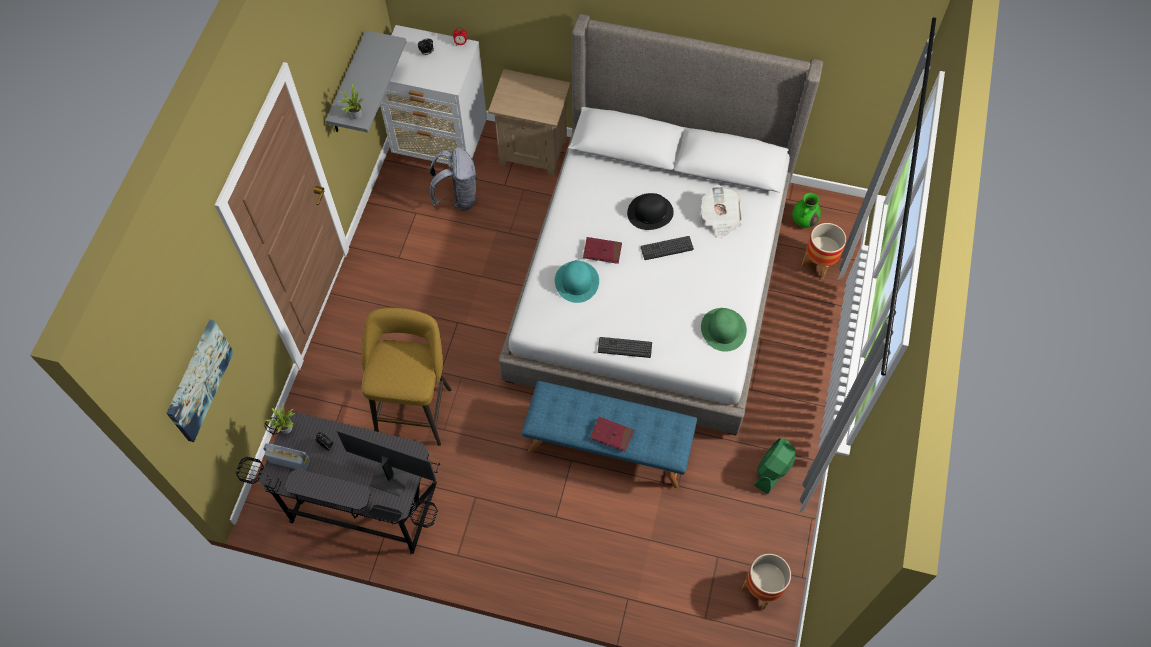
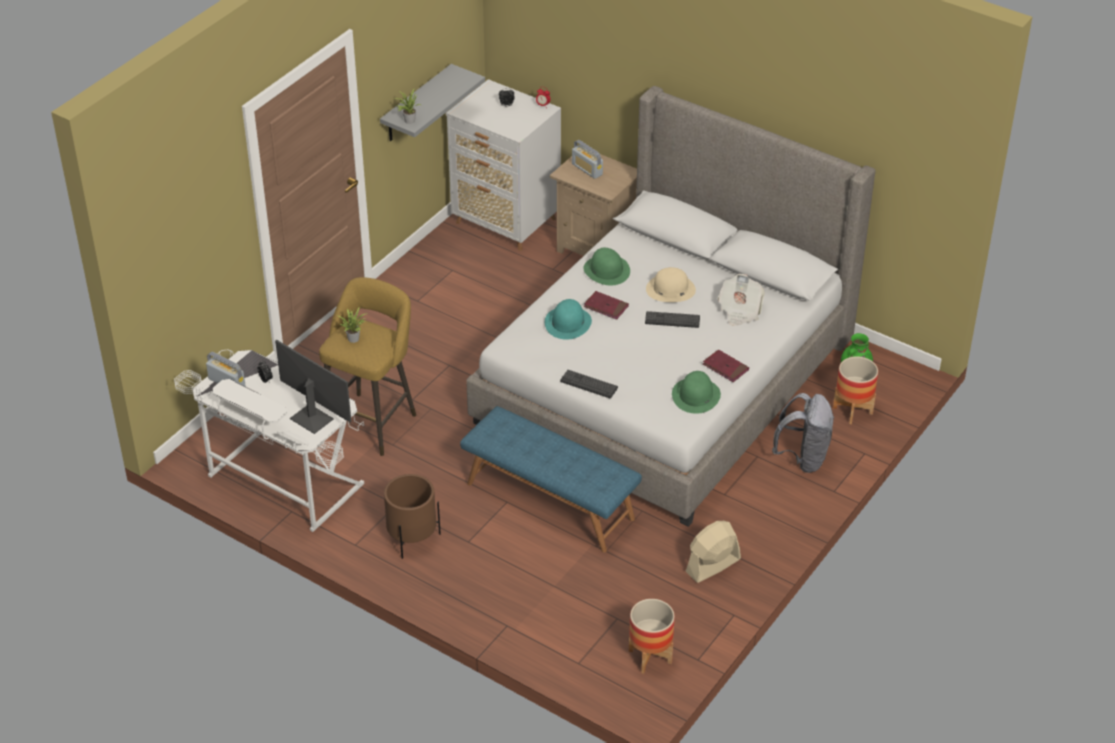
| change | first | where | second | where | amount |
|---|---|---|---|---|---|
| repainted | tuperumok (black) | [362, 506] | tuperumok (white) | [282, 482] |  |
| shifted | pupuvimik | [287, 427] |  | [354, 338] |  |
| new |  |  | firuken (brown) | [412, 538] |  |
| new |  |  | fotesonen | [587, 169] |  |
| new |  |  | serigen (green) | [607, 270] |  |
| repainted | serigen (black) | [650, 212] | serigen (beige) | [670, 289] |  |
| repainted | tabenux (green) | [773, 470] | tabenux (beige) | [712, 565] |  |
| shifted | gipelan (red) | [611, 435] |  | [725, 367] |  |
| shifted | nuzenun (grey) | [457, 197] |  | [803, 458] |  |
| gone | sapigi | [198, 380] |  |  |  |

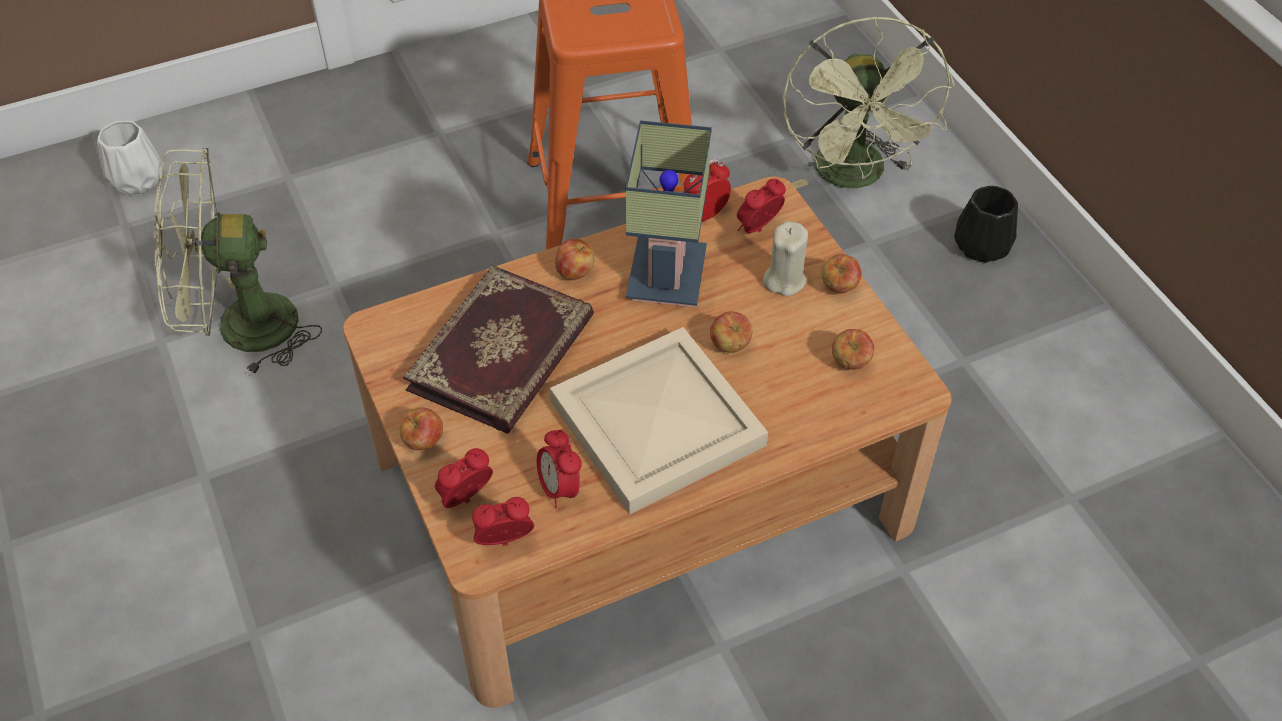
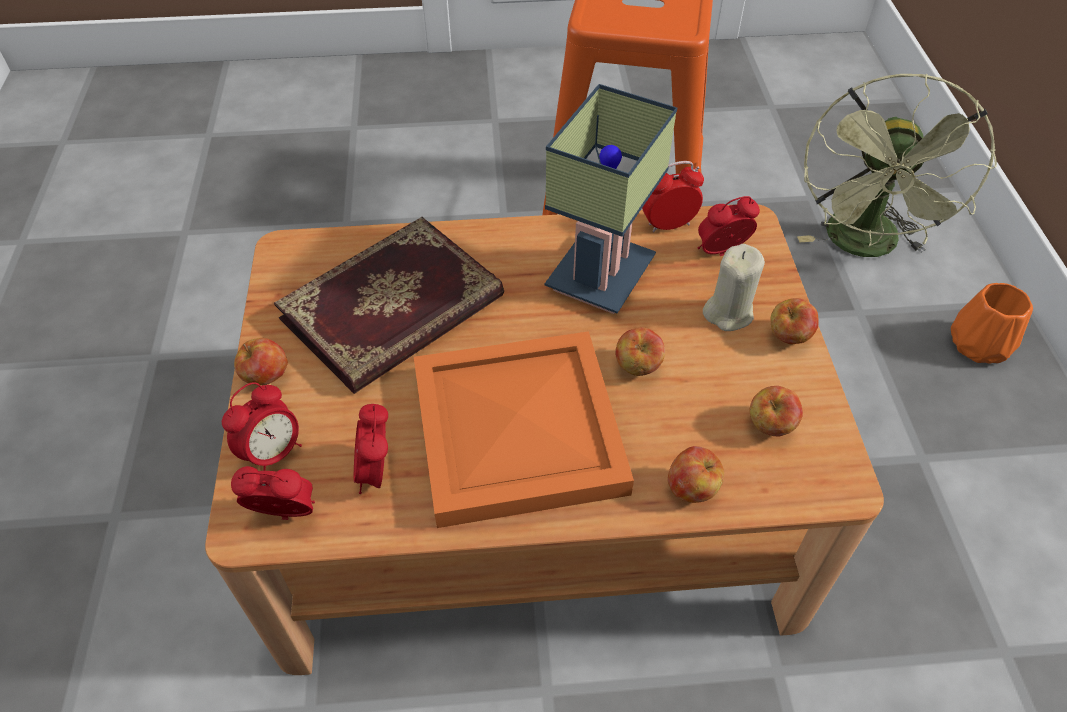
| change | first | where | second | where | amount |
|---|---|---|---|---|---|
| rotated | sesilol | [466, 499] |  | [273, 453] | 150 degrees clockwise |
| repainted | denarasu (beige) | [658, 420] | denarasu (orange) | [520, 427] |  |
| shifted | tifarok | [575, 272] |  | [692, 489] |  |
| repainted | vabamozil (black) | [983, 245] | vabamozil (orange) | [980, 345] |  |
| gone | vabamozil (white) | [137, 179] |  |  |  |
| gone | tabenux (green) | [240, 329] |  |  |  |

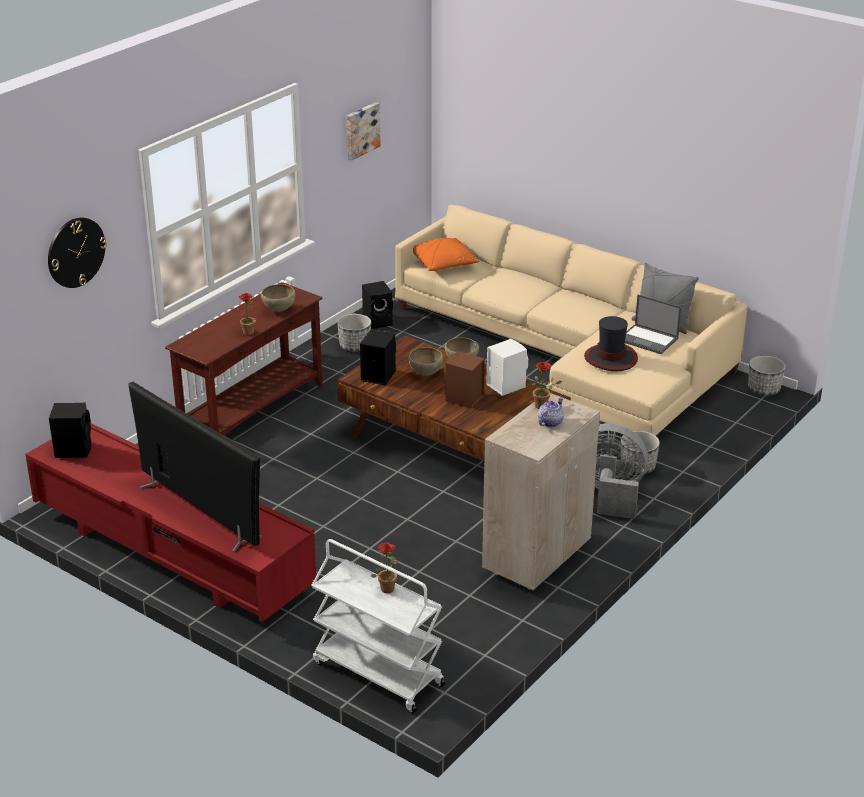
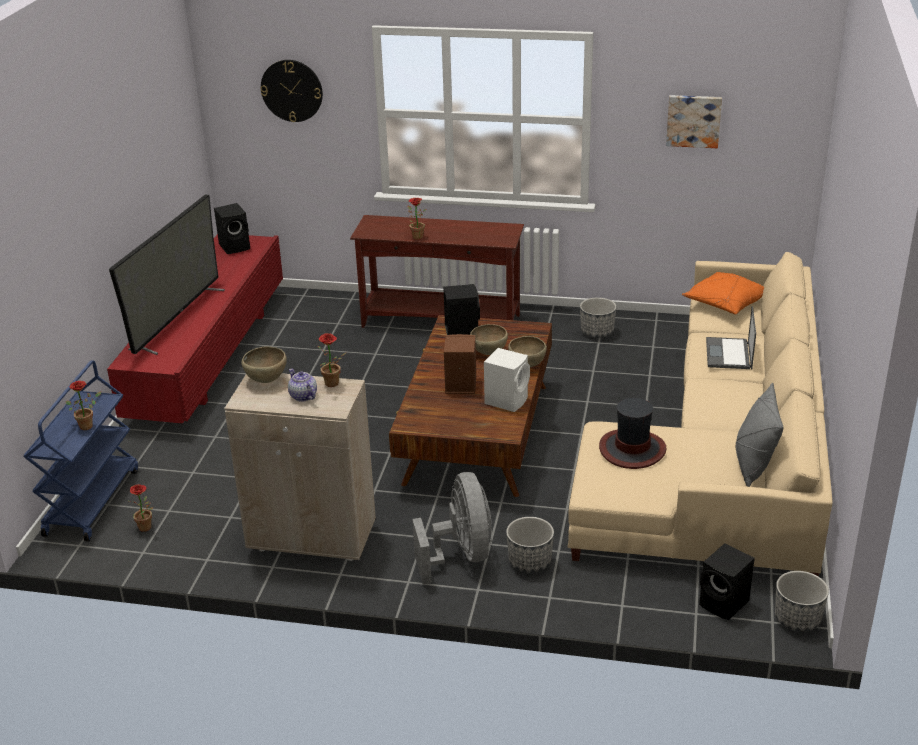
| change | first | where | second | where | amount |
|---|---|---|---|---|---|
| repainted | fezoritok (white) | [377, 674] | fezoritok (blue) | [91, 501] |  |
| new |  |  | pupuvimik | [147, 528] |  |
| shifted | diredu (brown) | [279, 310] |  | [266, 380] |  |
| rotated | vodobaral | [550, 422] |  | [302, 396] | 135 degrees counterclockwise |
| shifted | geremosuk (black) | [378, 321] |  | [725, 604] |  |
| shifted | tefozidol | [649, 339] |  | [729, 354] |  |

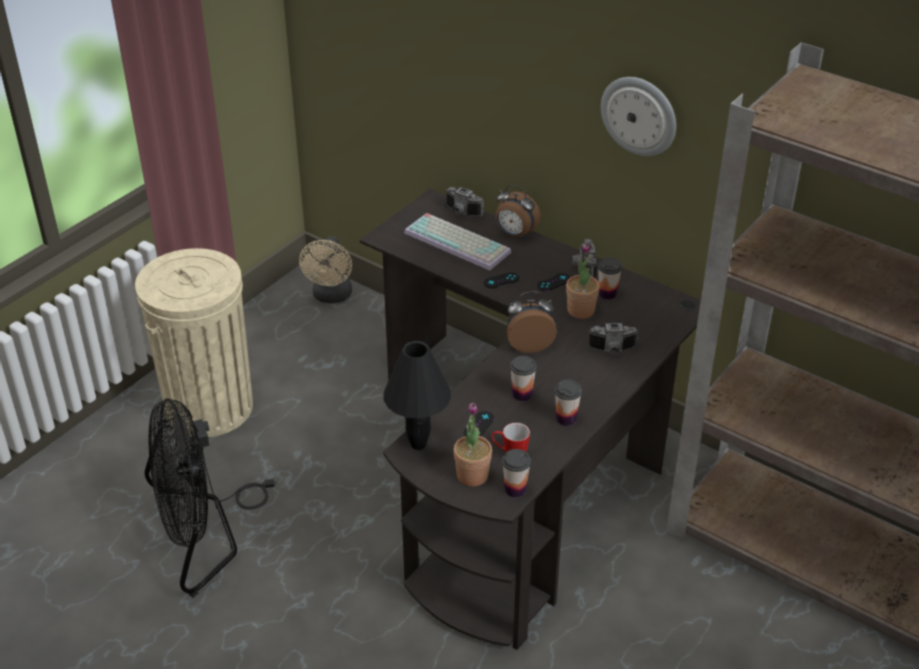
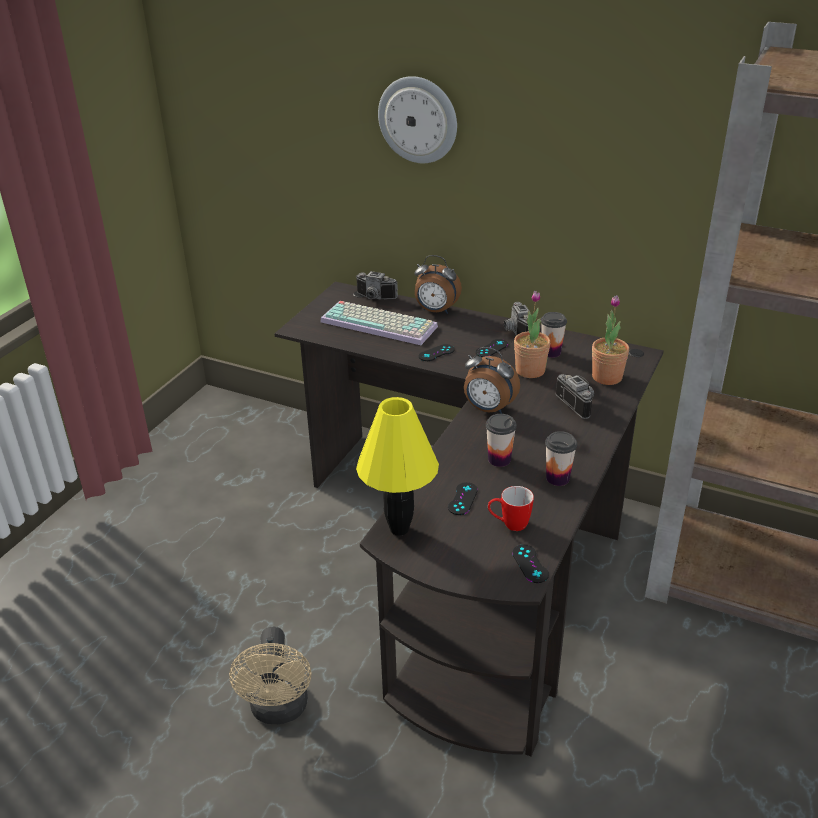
| change | first | where | second | where | amount |
|---|---|---|---|---|---|
| shifted | tabenux (beige) | [331, 297] |  | [279, 710] |  |
| repainted | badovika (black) | [417, 444] | badovika (yellow) | [398, 530] |  |
| shifted | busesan | [639, 115] |  | [418, 119] |  |
| rotated | sesilol | [529, 344] |  | [488, 409] | 135 degrees counterclockwise |
| swapped | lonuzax | [515, 489] | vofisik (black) | [530, 564] |  |
| rotated | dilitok | [612, 350] |  | [579, 404] | 105 degrees counterclockwise |
| shifted | pupuvimik | [472, 475] |  | [607, 377] |  |
| gone | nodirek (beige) | [209, 407] |  |  |  |
| gone | tabenux (black) | [204, 529] |  |  |  |

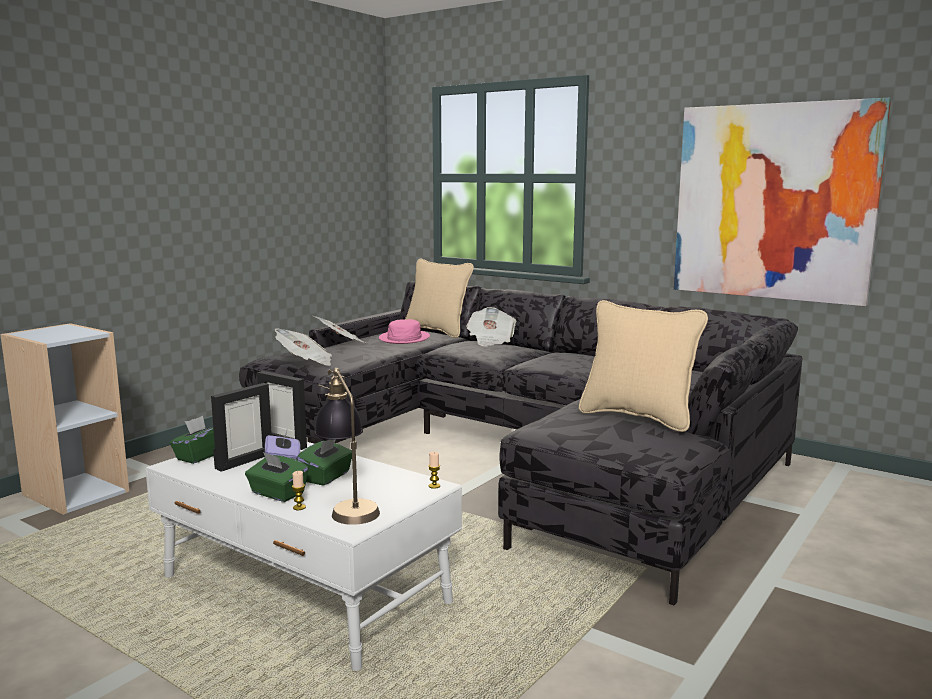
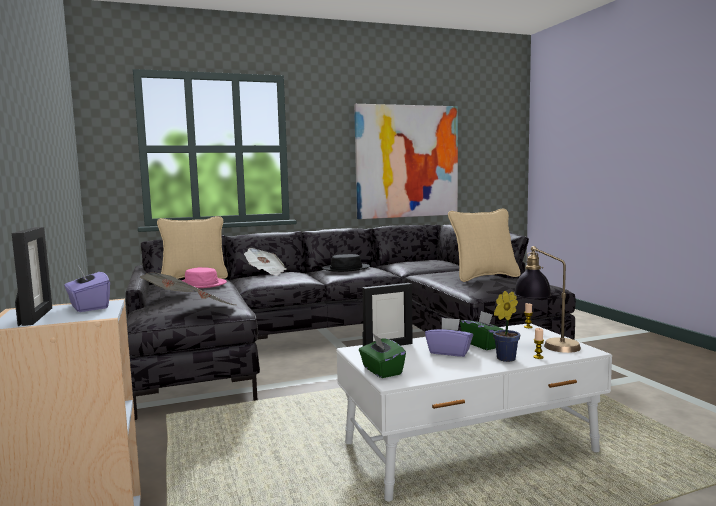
| change | first | where | second | where | amount |
|---|---|---|---|---|---|
| shifted | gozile | [244, 461] |  | [36, 316] |  |
| new |  |  | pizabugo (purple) | [88, 307] |  |
| new |  |  | serigen (black) | [346, 268] |  |
| swapped | pizabugo (green) | [277, 493] | pupuvimik | [504, 359] |  |

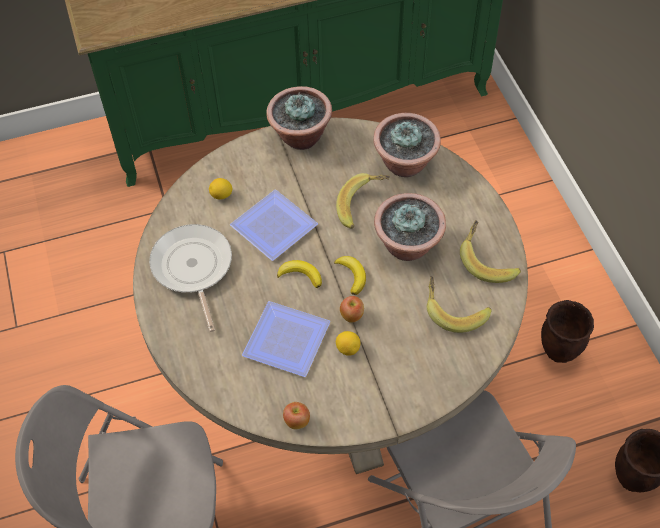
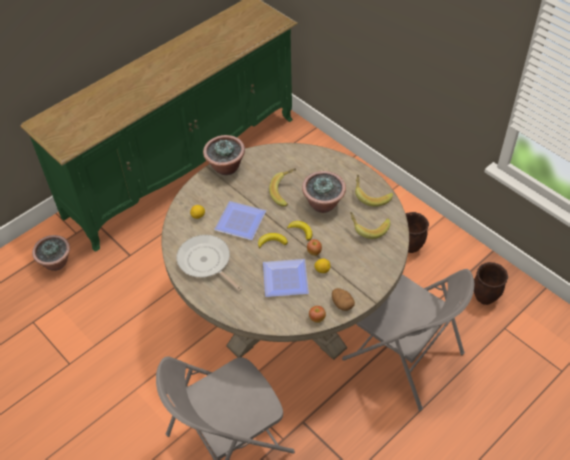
| change | first | where | second | where | amount |
|---|---|---|---|---|---|
| shifted | pupuvimik | [405, 164] |  | [56, 263] |  |
| new |  |  | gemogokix | [342, 304] |  |

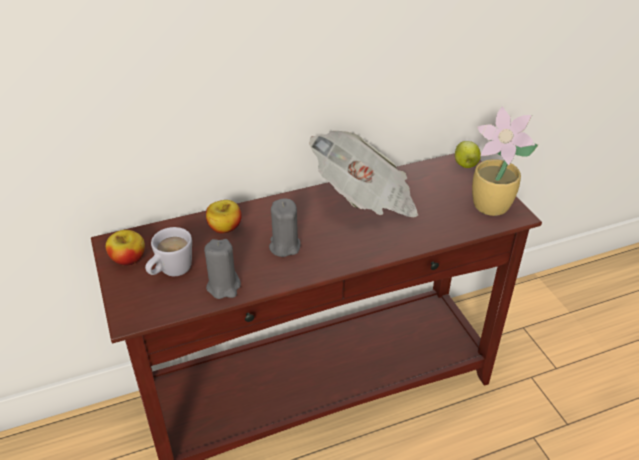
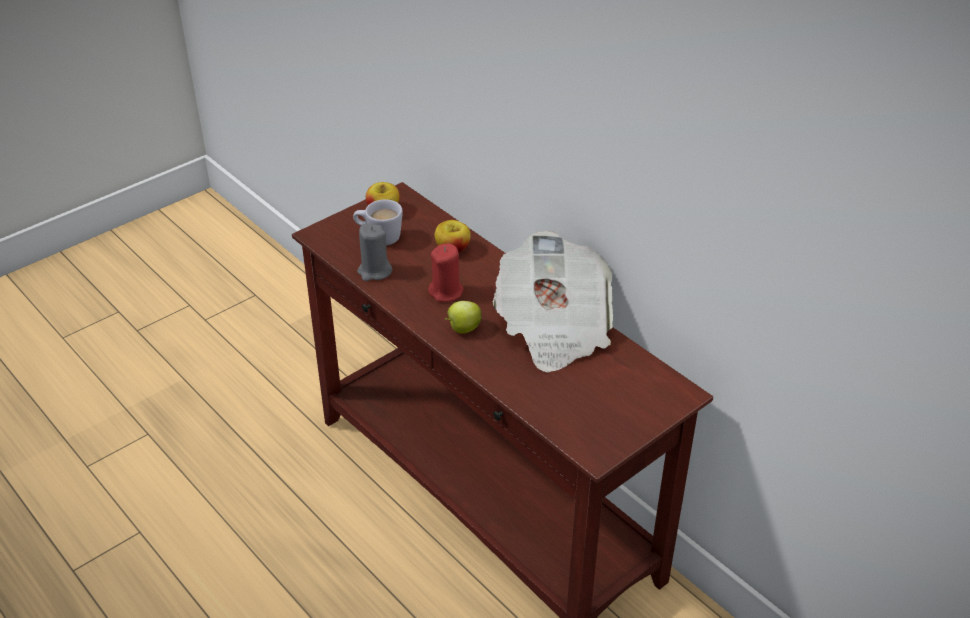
| change | first | where | second | where | amount |
|---|---|---|---|---|---|
| repainted | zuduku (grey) | [284, 246] | zuduku (red) | [446, 292] |  |
| shifted | tifarok | [465, 165] |  | [463, 329] |  |
| gone | pupuvimik | [492, 207] |  |  |  |

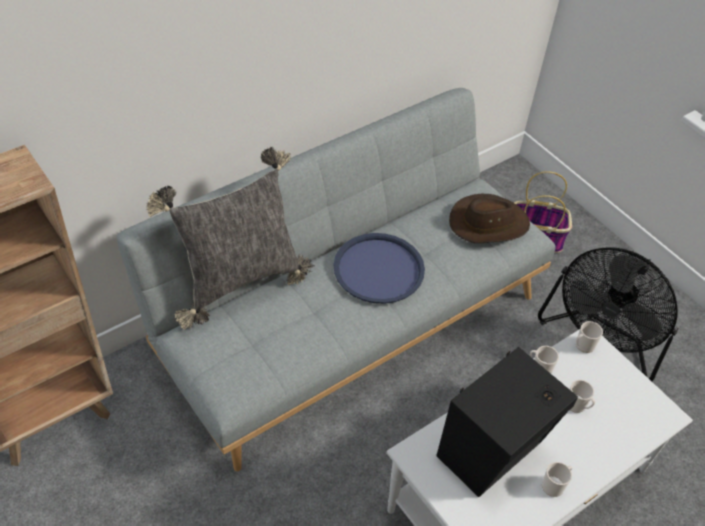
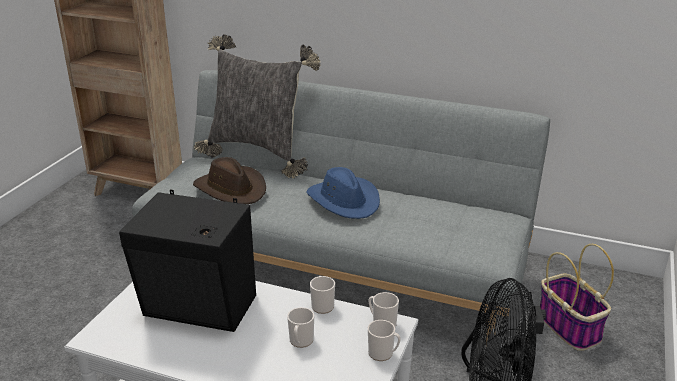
| change | first | where | second | where | amount |
|---|---|---|---|---|---|
| shifted | serigen (brown) | [488, 223] |  | [231, 189] |  |
| swapped | denarasu (blue) | [378, 269] | serigen (blue) | [344, 200] |  |
| shifted | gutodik | [554, 485] |  | [383, 353] |  |

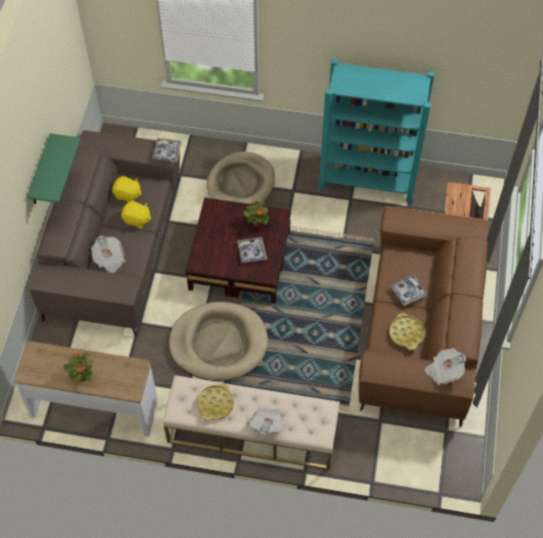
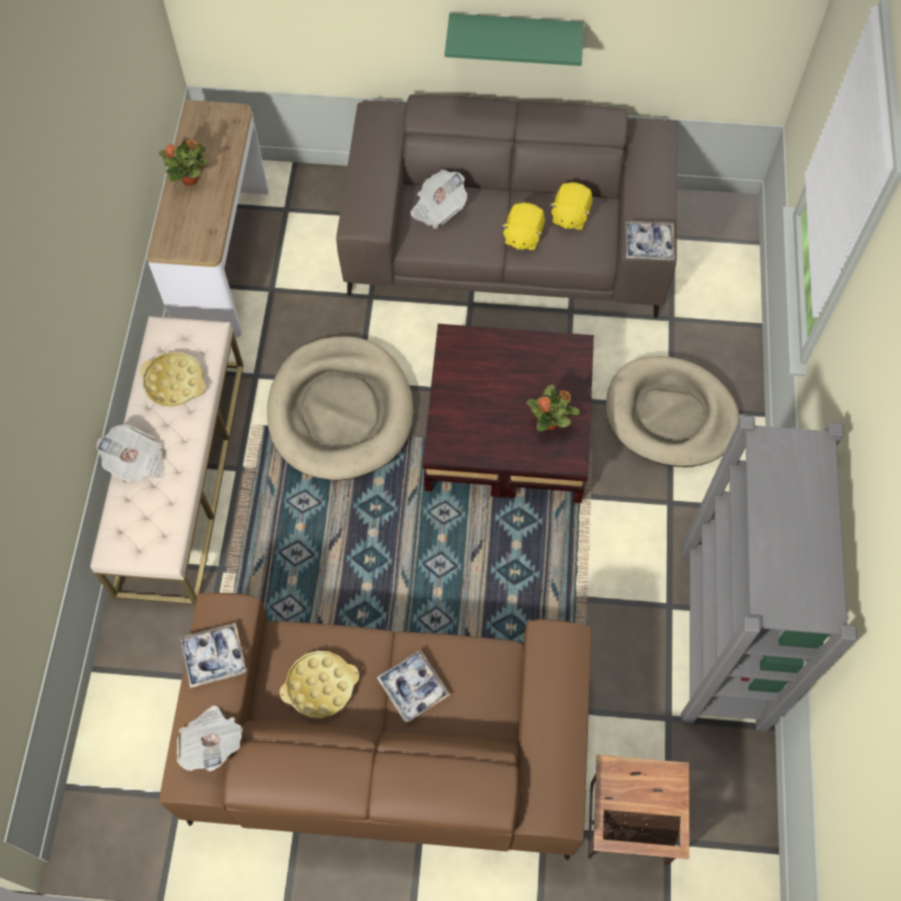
| change | first | where | second | where | amount |
|---|---|---|---|---|---|
| shifted | denarasu | [251, 252] |  | [214, 657] |  |
| repainted | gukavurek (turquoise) | [367, 179] | gukavurek (grey) | [723, 636] |  |

